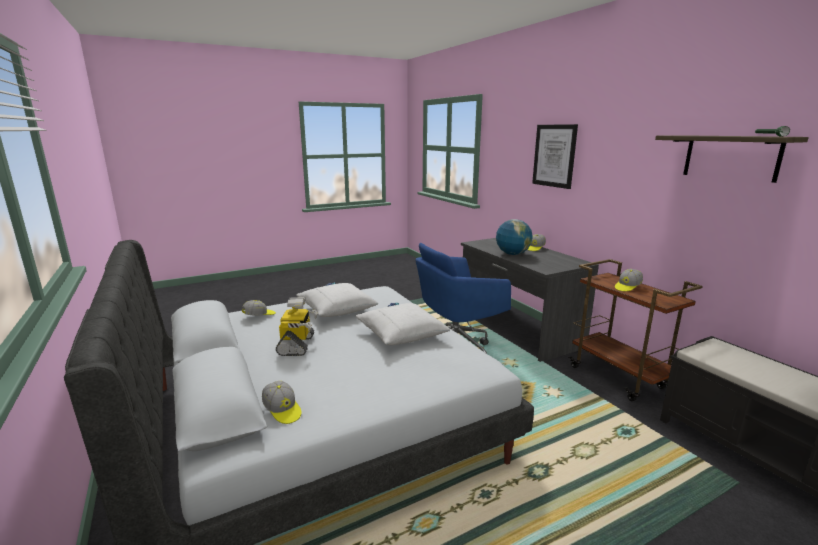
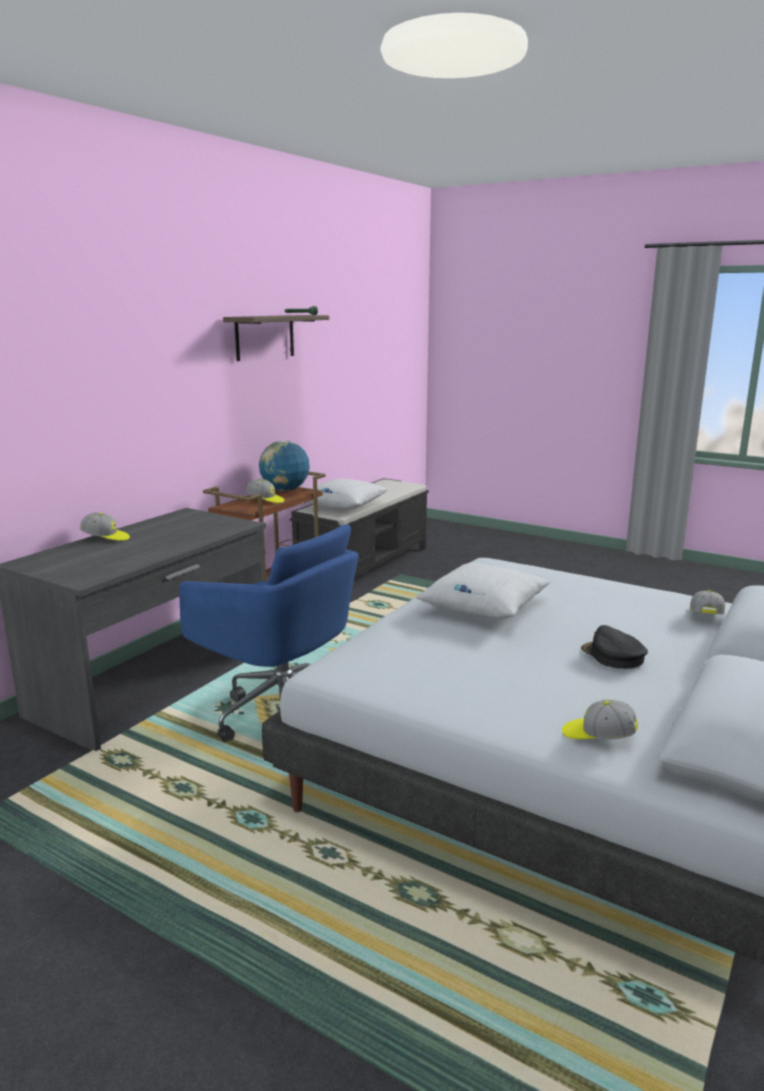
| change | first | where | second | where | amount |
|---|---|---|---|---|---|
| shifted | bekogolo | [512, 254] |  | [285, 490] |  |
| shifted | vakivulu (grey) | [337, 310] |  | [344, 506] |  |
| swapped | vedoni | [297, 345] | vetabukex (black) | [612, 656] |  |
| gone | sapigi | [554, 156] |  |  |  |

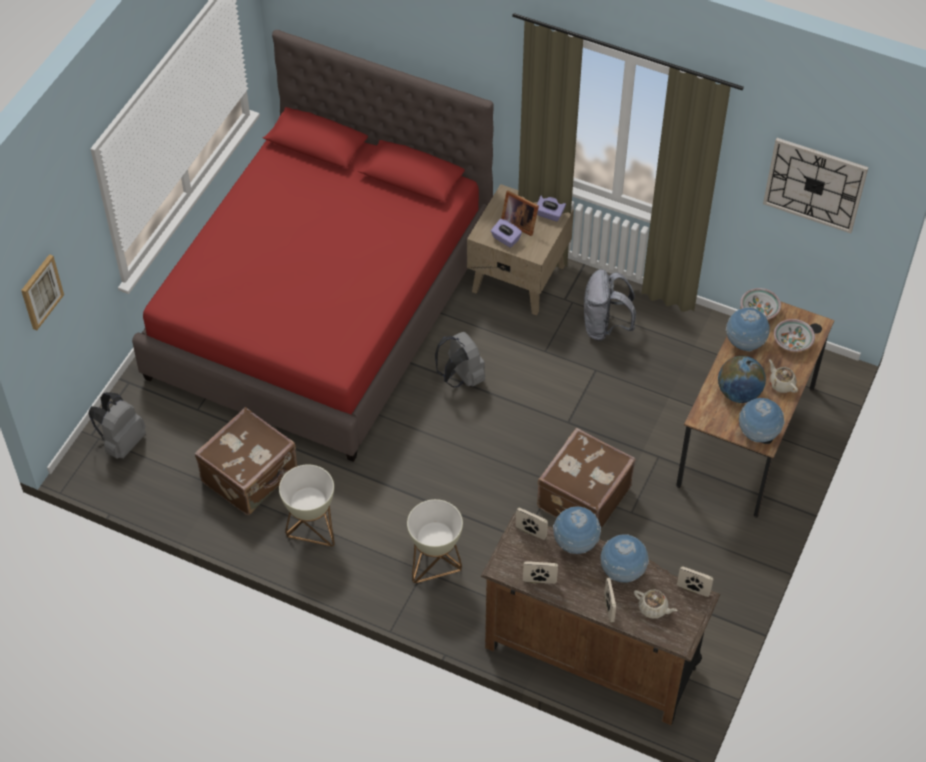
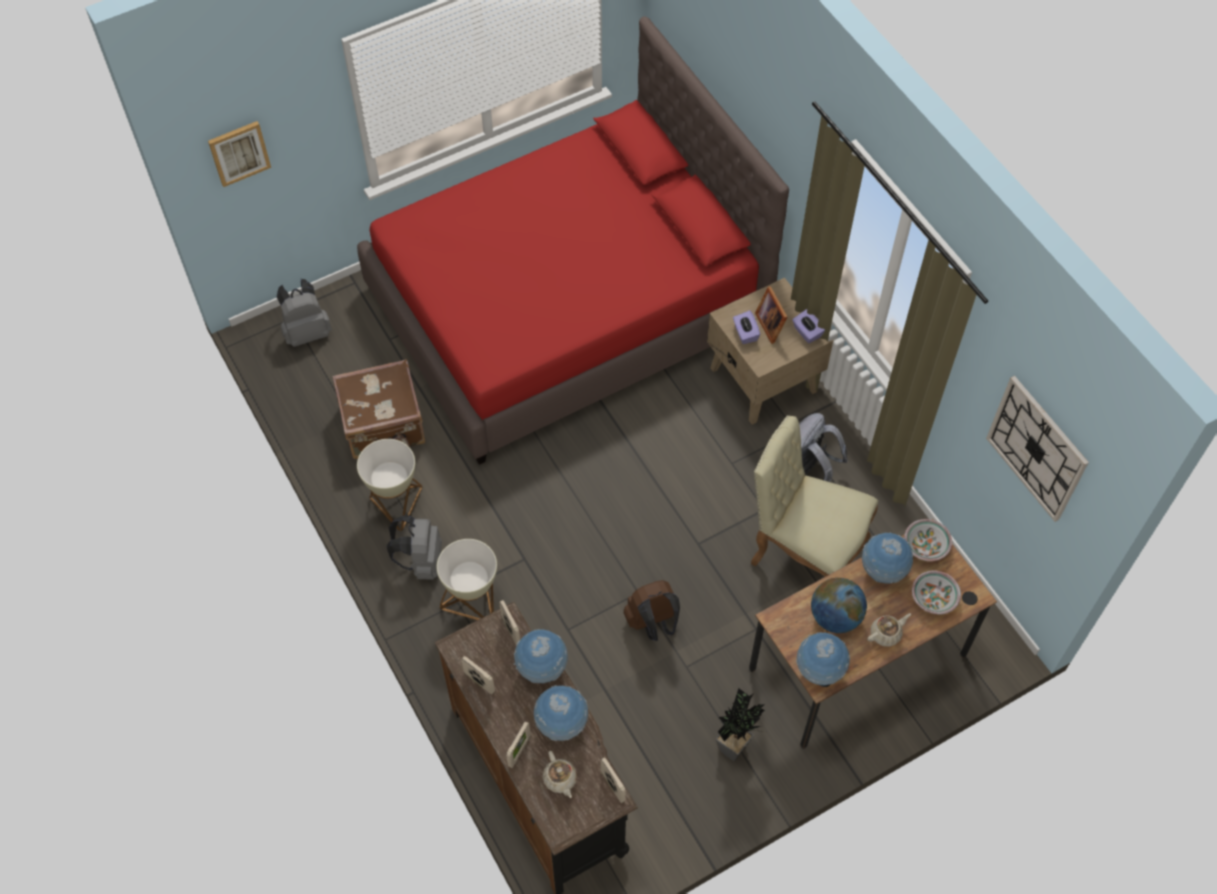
| change | first | where | second | where | amount |
|---|---|---|---|---|---|
| shifted | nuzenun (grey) | [461, 377] |  | [421, 561] |  |
| swapped | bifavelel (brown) | [582, 497] | nuzenun (brown) | [653, 623] |  |
| new |  |  | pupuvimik | [736, 746] |  |
| new |  |  | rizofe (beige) | [805, 554] |  |
| rotated | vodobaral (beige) | [781, 384] |  | [886, 634] | 60 degrees clockwise |

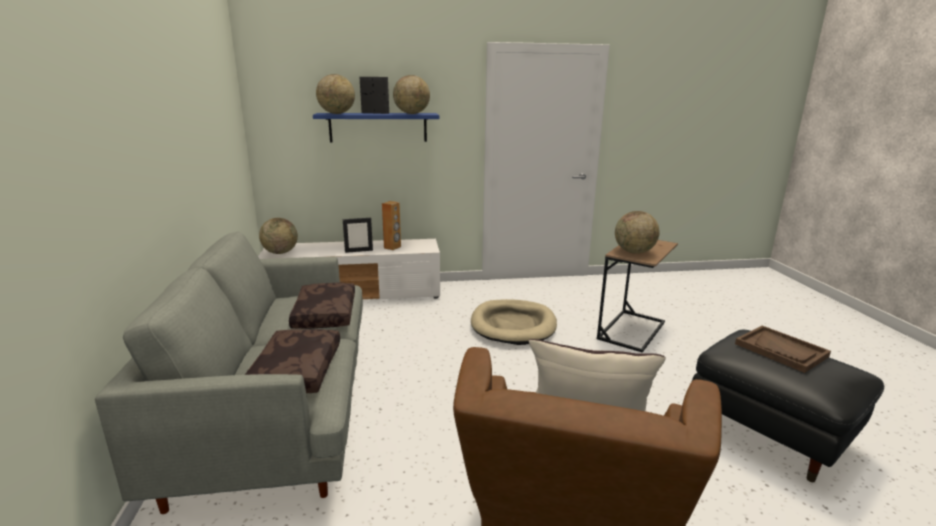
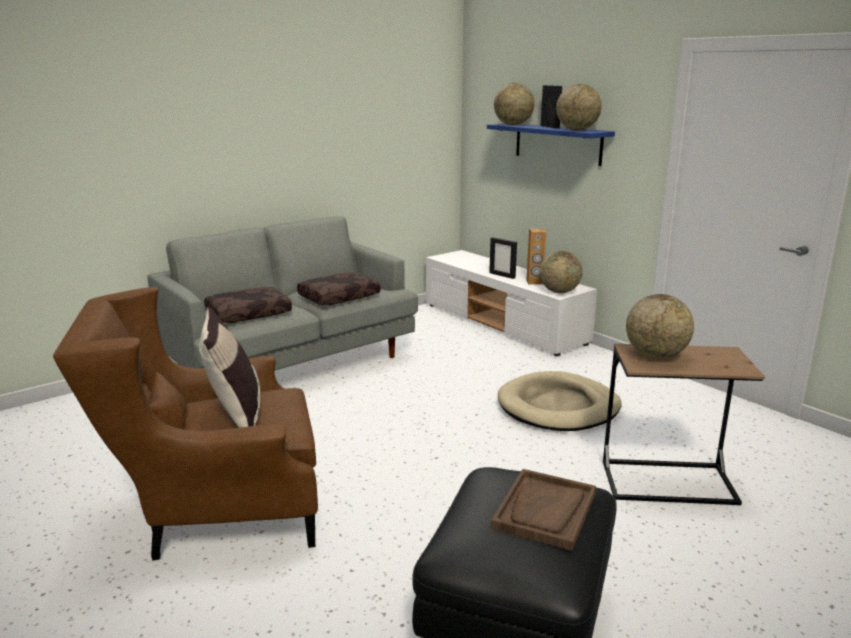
| change | first | where | second | where | amount |
|---|---|---|---|---|---|
| shifted | bekogolo | [280, 252] |  | [559, 292] |  |

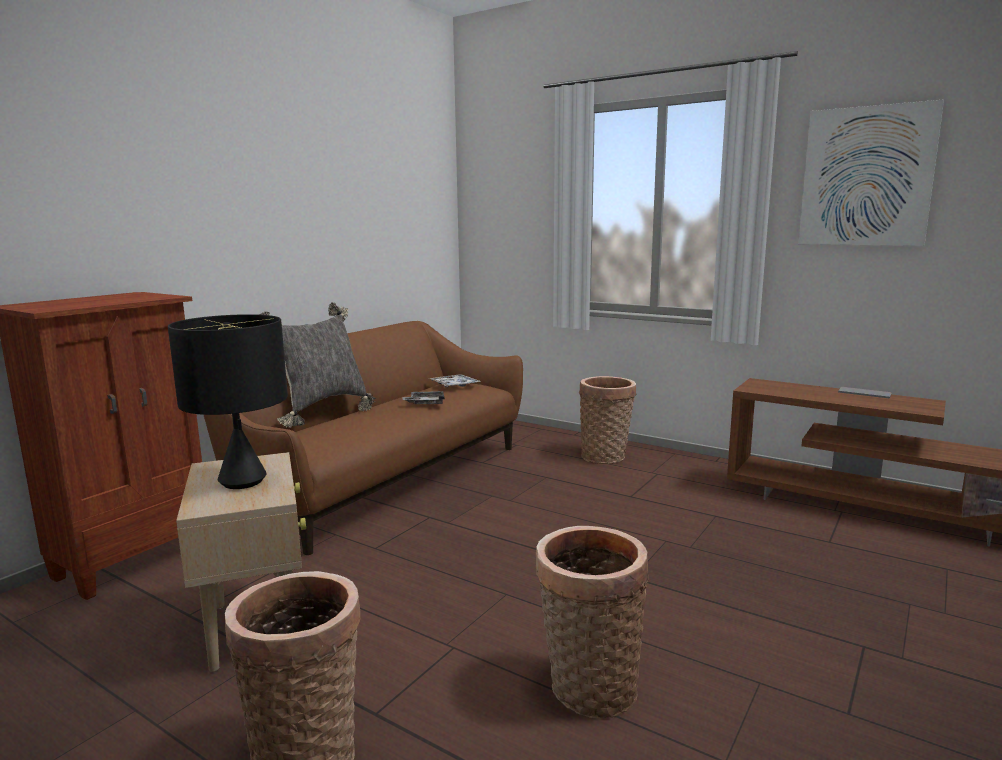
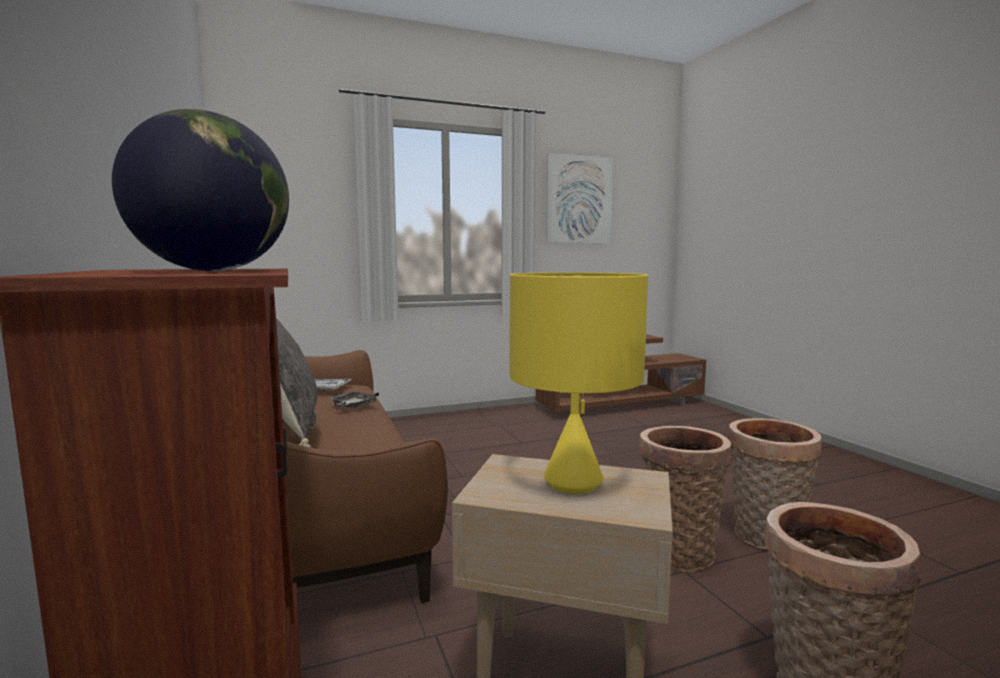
| change | first | where | second | where | amount |
|---|---|---|---|---|---|
| new |  |  | bekogolo | [212, 271] |  |
| repainted | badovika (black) | [242, 482] | badovika (yellow) | [573, 484] |  |
| shifted | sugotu | [605, 456] |  | [678, 550] |  |

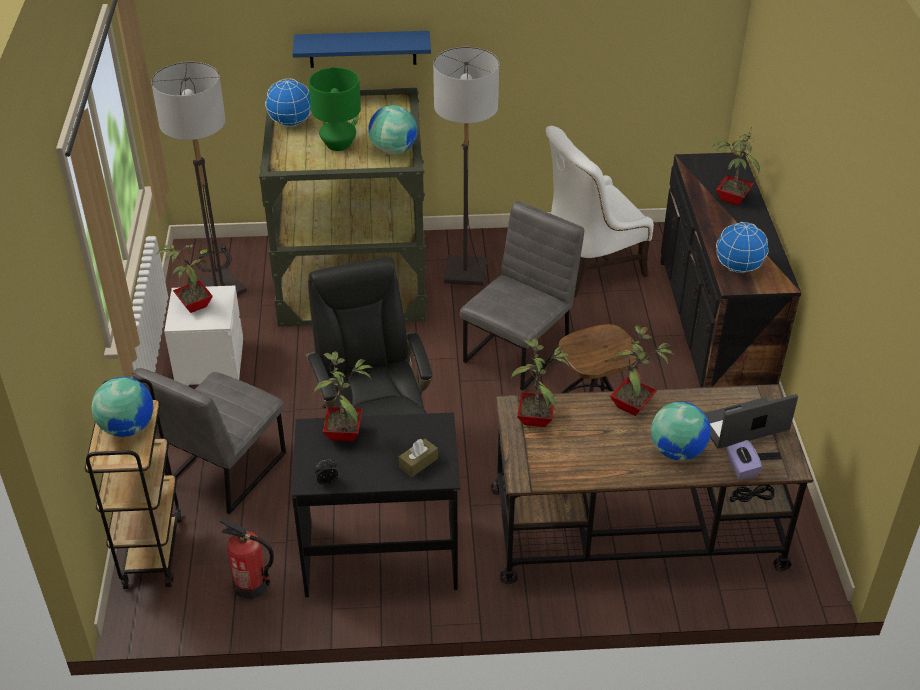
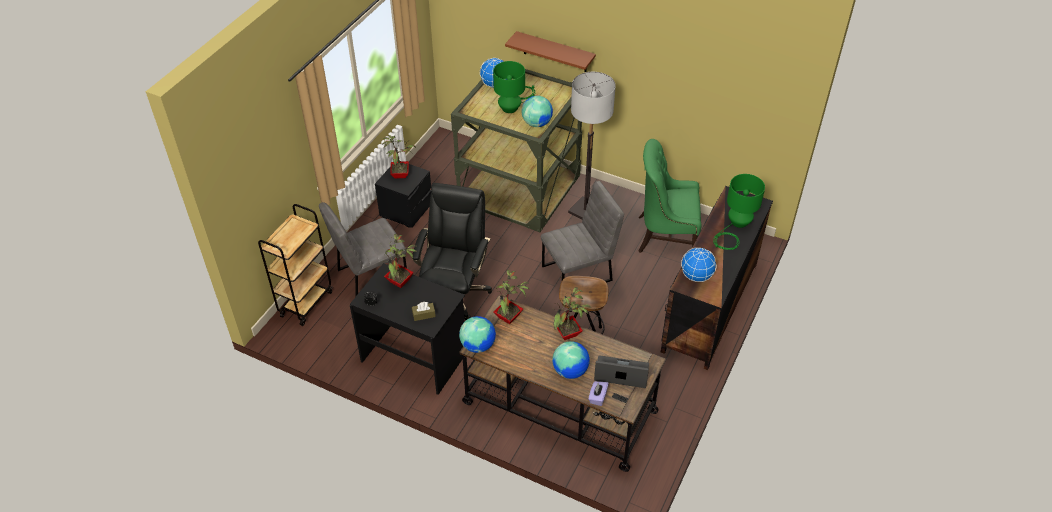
| change | first | where | second | where | amount |
|---|---|---|---|---|---|
| repainted | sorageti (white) | [208, 363] | sorageti (black) | [405, 210] |  |
| shifted | bekogolo | [128, 427] |  | [478, 345] |  |
| repainted | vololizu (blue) | [362, 49] | vololizu (brown) | [555, 52] |  |
| repainted | rizofe (white) | [589, 265] | rizofe (green) | [665, 235] |  |
| swapped | pupuvimik | [731, 198] | badovika (green) | [734, 229] |  |
| gone | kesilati | [218, 281] |  |  |  |
| gone | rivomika | [251, 585] |  |  |  |

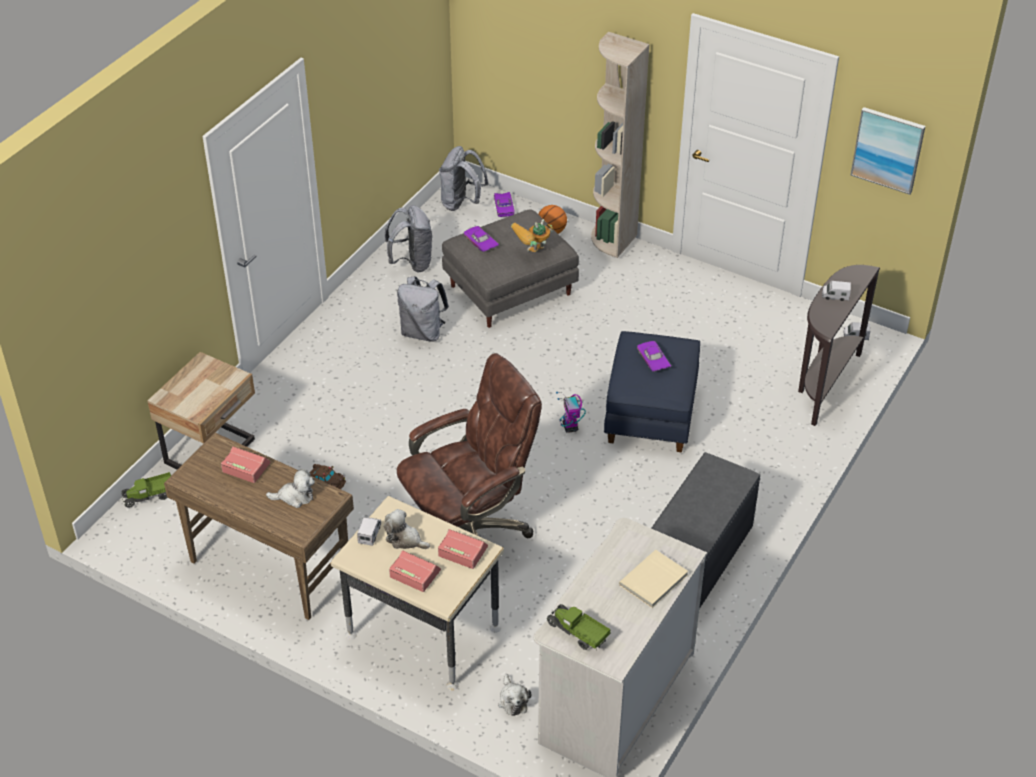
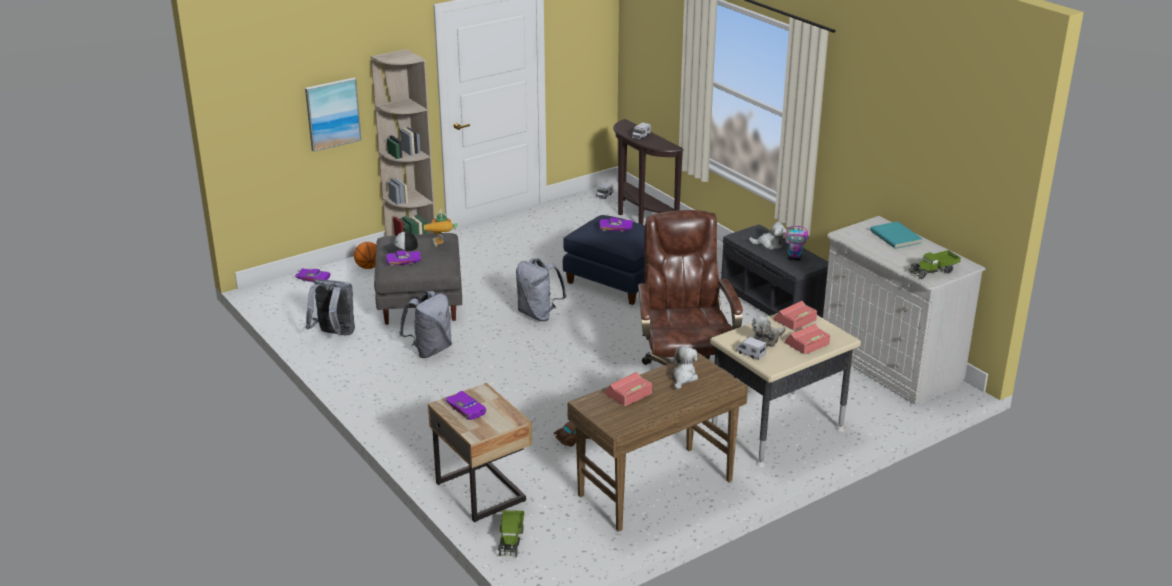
| change | first | where | second | where | amount |
|---|---|---|---|---|---|
| shifted | sapigi | [888, 149] |  | [332, 114] |  |
| new |  |  | vetabukex | [400, 247] |  |
| new |  |  | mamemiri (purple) | [467, 409] |  |
| shifted | nuzenun (grey) | [461, 203] |  | [539, 314] |  |
| shifted | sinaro | [512, 700] |  | [769, 244] |  |
| shifted | vedoni | [570, 427] |  | [794, 258] |  |
| repainted | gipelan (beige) | [654, 581] | gipelan (turquoise) | [896, 237] |  |

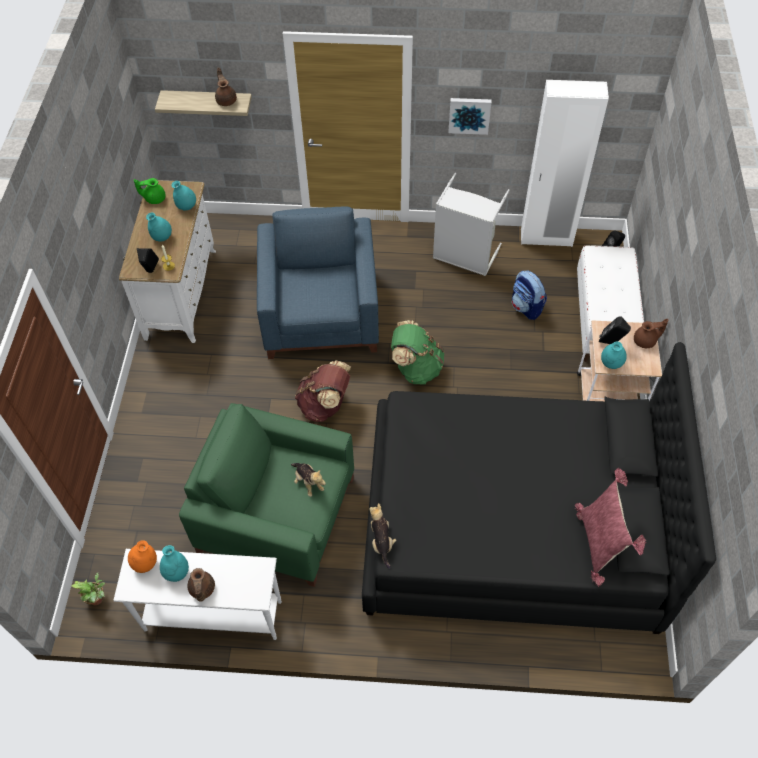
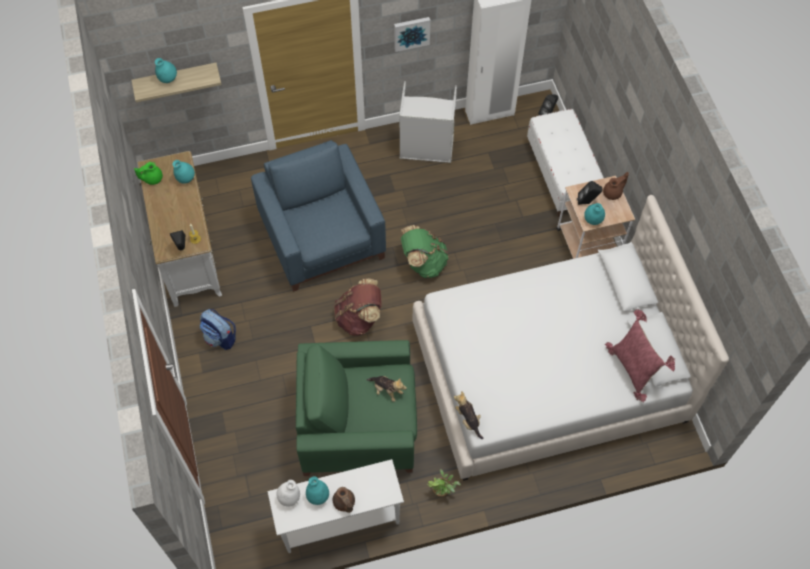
| change | first | where | second | where | amount |
|---|---|---|---|---|---|
| shifted | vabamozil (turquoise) | [162, 238] |  | [168, 79] |  |
| shifted | nuzenun | [526, 307] |  | [220, 337] |  |
| repainted | vabamozil (orange) | [145, 564] | vabamozil (white) | [289, 498] |  |
| repainted | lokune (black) | [511, 525] | lokune (white) | [548, 373] |  |
| shifted | pupuvimik | [98, 598] |  | [442, 490] |  |
| gone | vodobaral (brown) | [226, 100] |  |  |  |

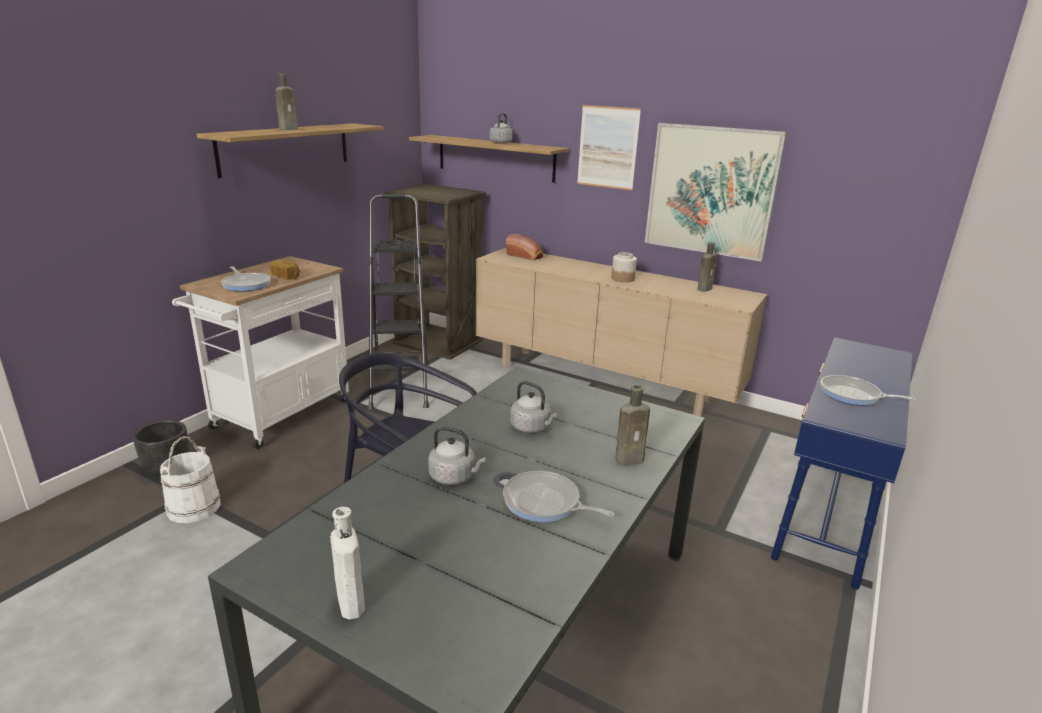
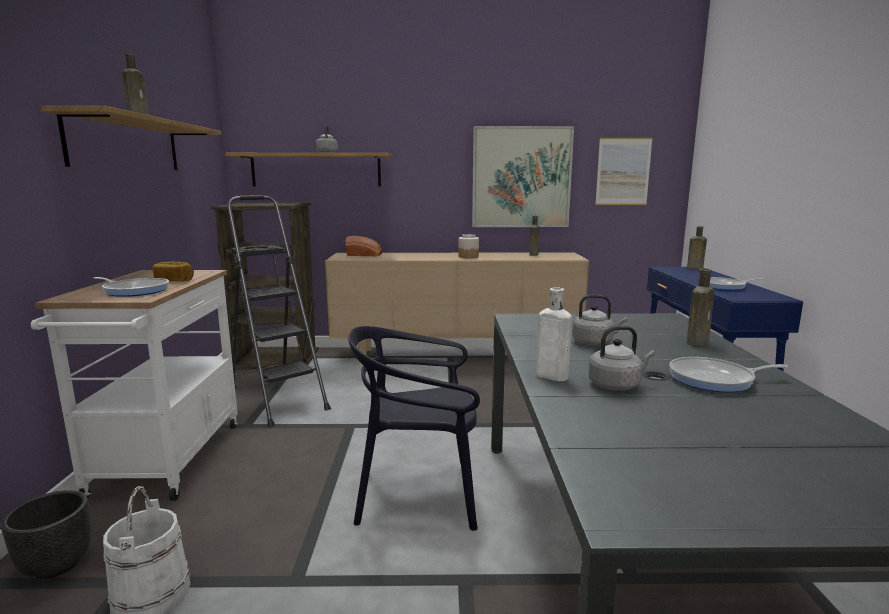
| change | first | where | second | where | amount |
|---|---|---|---|---|---|
| shifted | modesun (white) | [350, 602] |  | [549, 376] |  |
| shifted | sapigi | [607, 147] |  | [623, 171] |  |
| new |  |  | modesun (brown) | [693, 268] |  |

